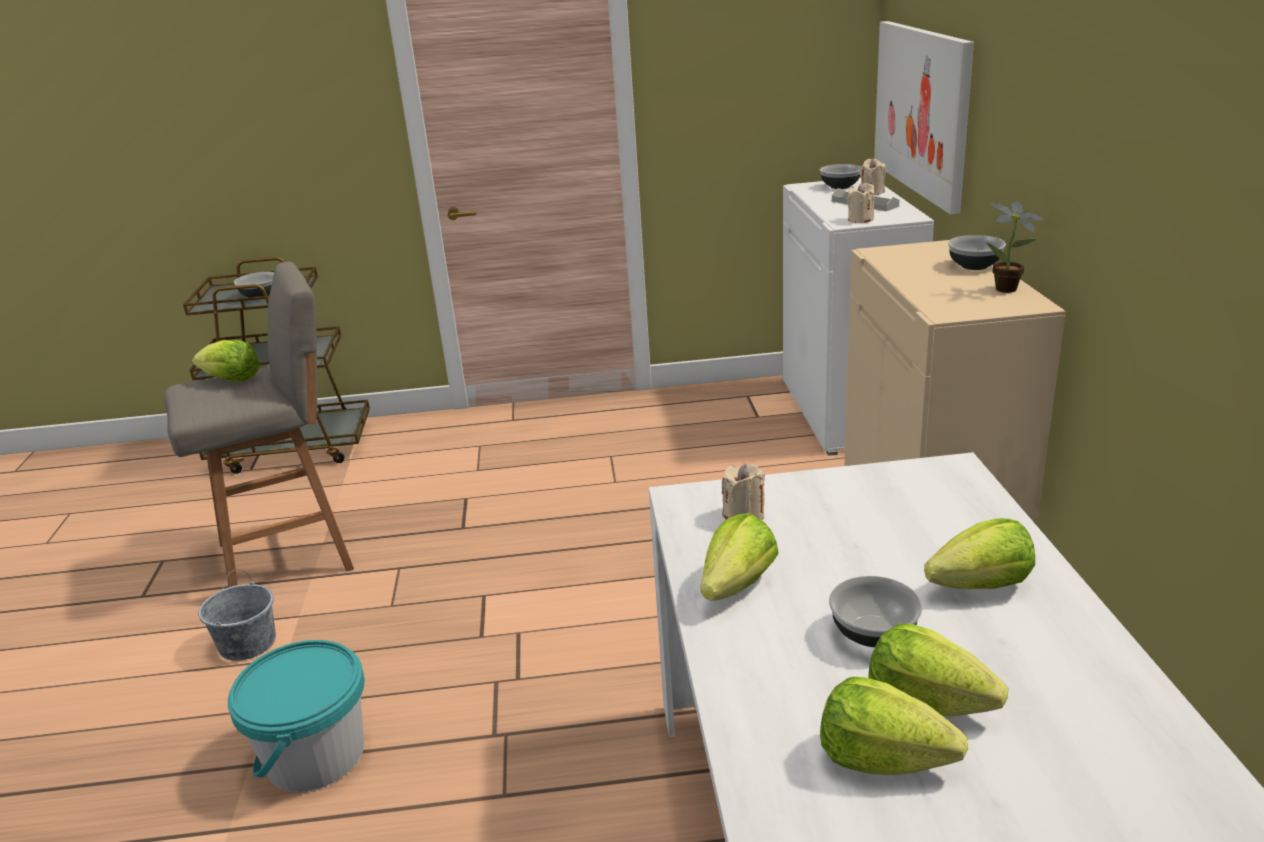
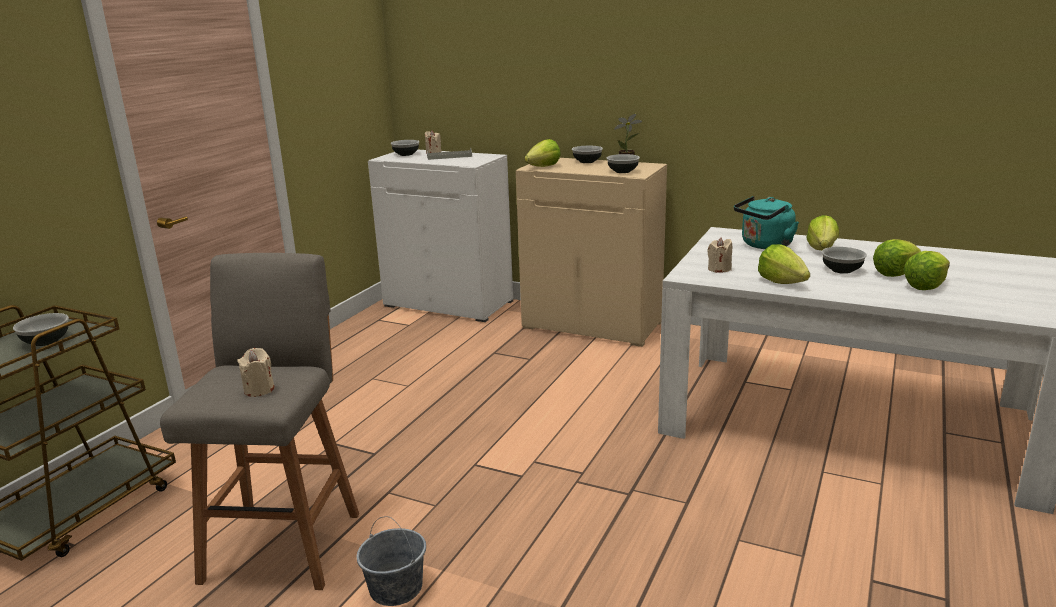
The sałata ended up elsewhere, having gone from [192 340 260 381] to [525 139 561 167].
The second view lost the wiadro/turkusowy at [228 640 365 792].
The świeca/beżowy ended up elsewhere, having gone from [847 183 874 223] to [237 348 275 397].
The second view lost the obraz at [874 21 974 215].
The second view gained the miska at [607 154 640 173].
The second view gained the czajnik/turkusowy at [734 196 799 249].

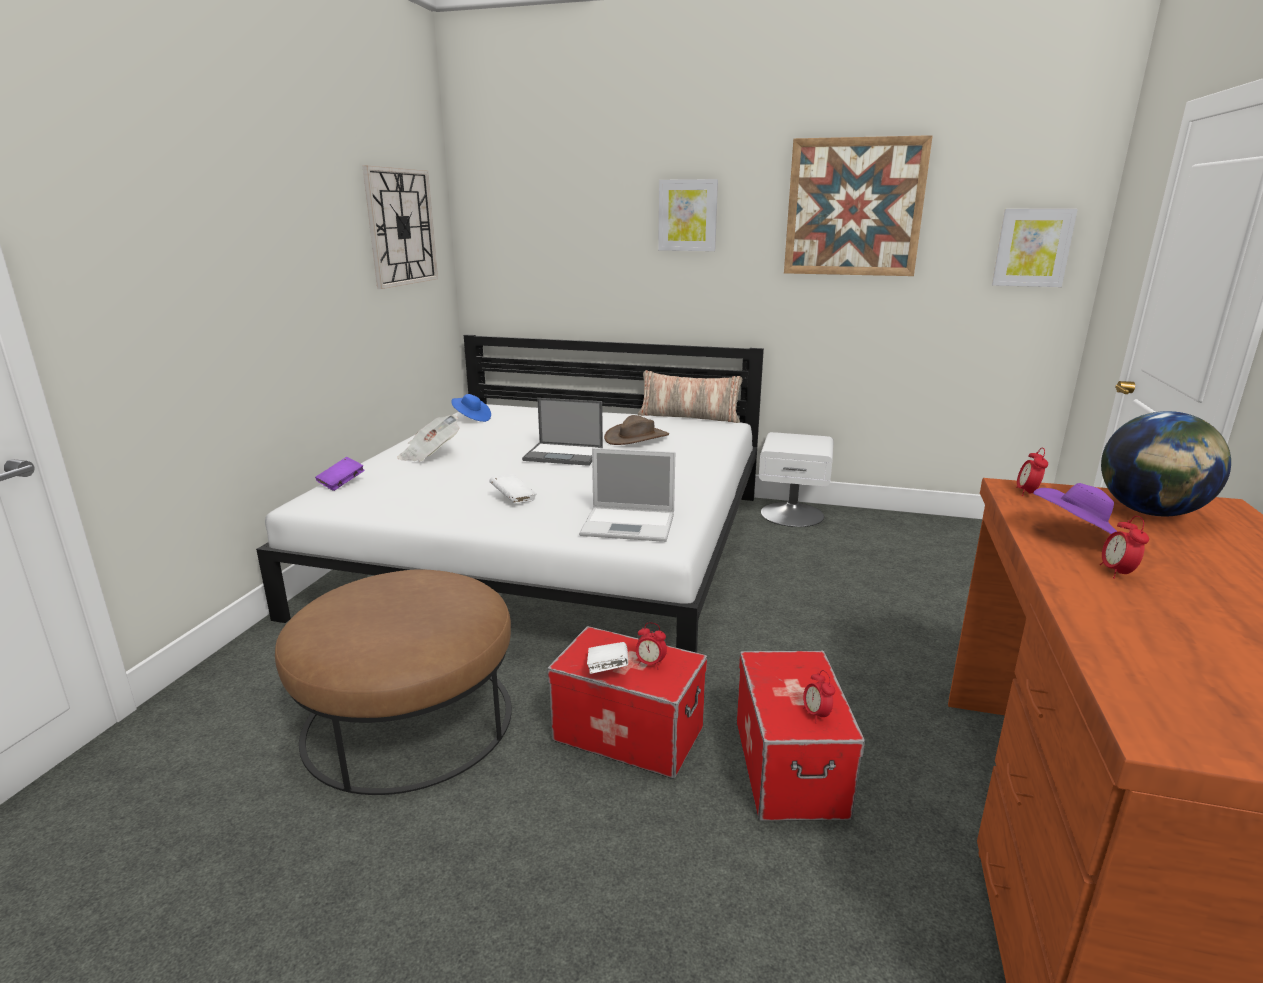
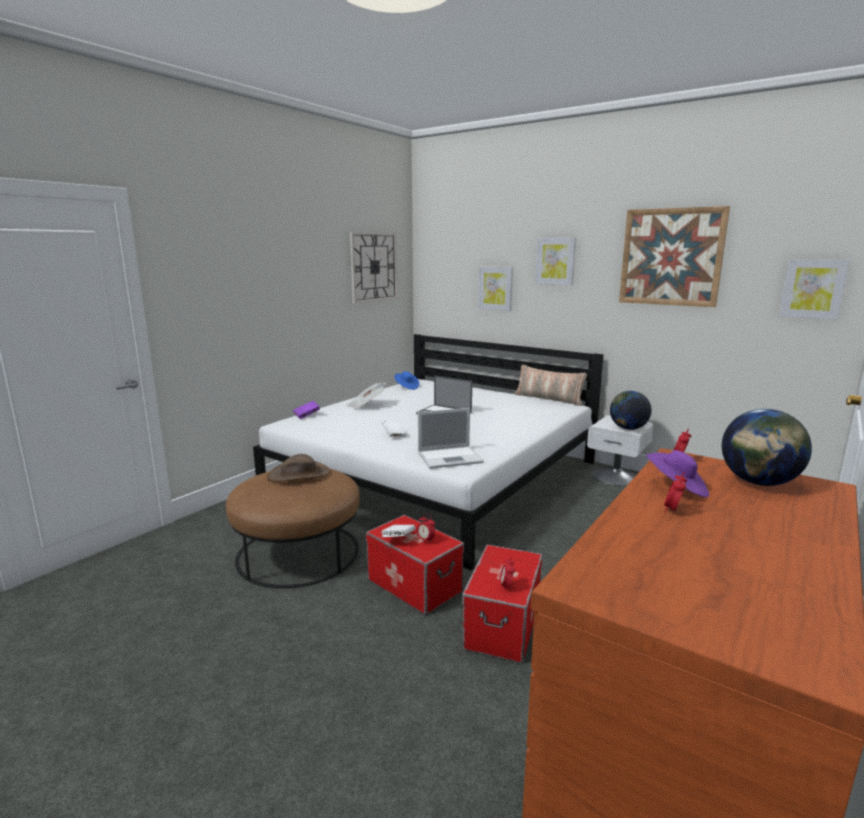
The laptop at [579 448 675 542] ended up facing another way, 45 degrees counterclockwise from before.
The kapelusz/brązowy ended up elsewhere, having gone from [604 415 669 445] to [267 454 331 482].
The second view gained the obraz at [478 266 513 311].
The second view gained the globus at [610 391 652 430].

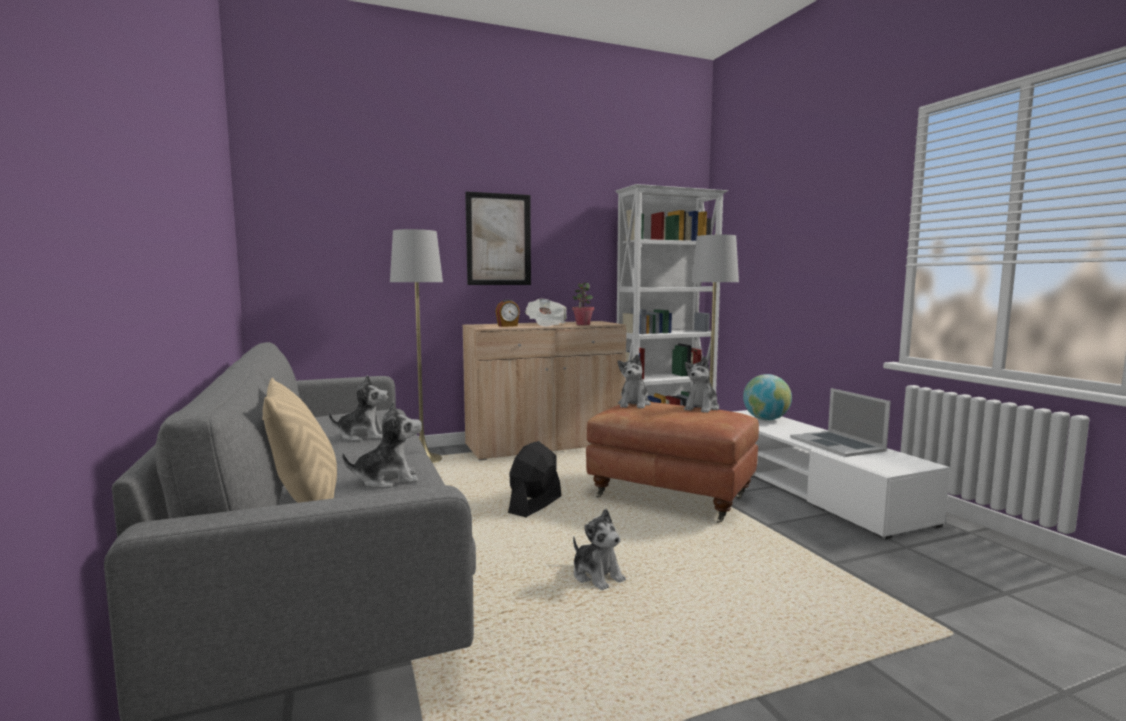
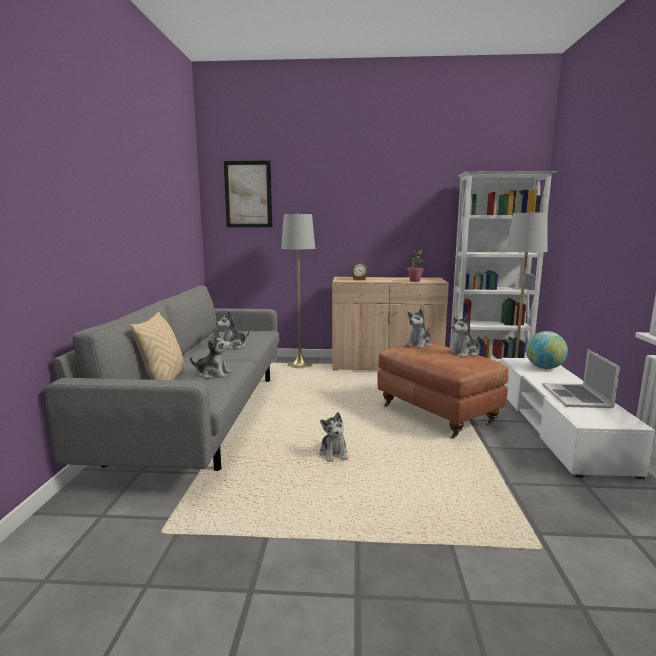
The pluszak at [329 375 388 441] ended up facing another way, 120 degrees clockwise from before.
The obraz ended up elsewhere, having gone from [465 191 531 285] to [224 161 272 227].
The second view lost the wentylator/czarny at [508 441 561 517].
The second view lost the gazeta at [525 299 567 327].

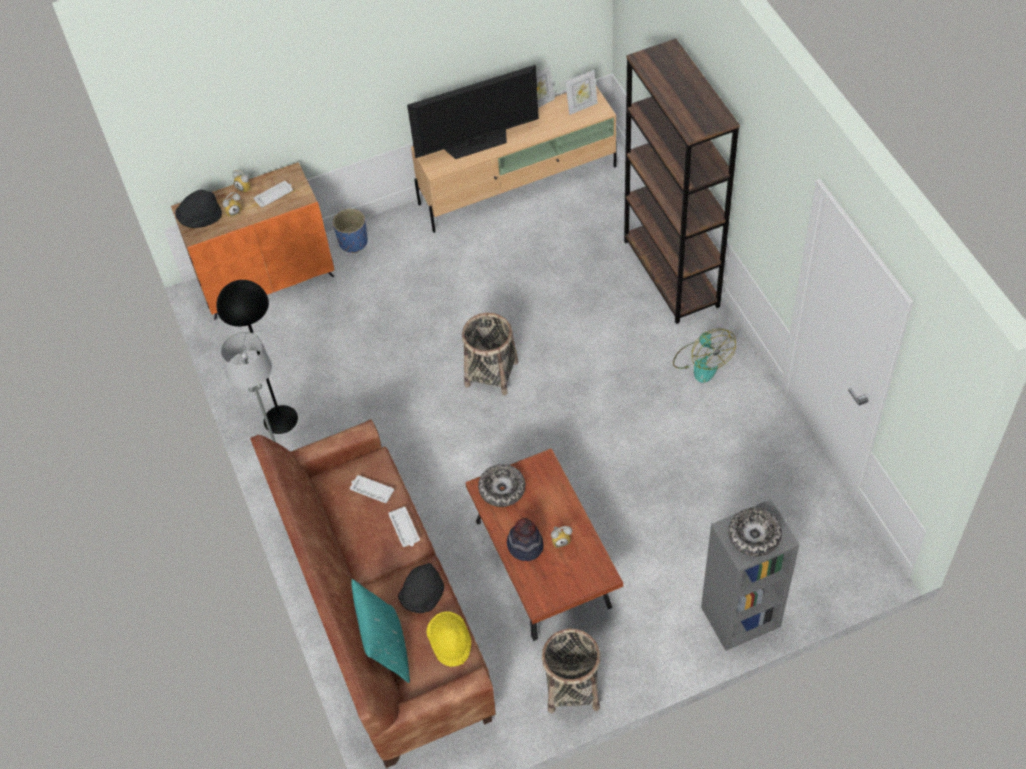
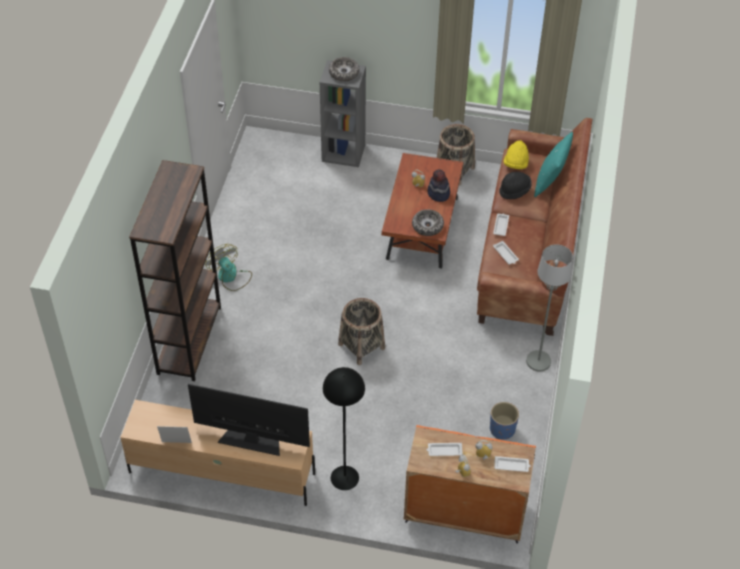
Where the kapelusz/czarny stood at [175 190 222 228], the taca/biały came to stand at [494 456 530 472].
The lampa stojąca/czarny ended up elsewhere, having gone from [216 280 298 434] to [323 367 365 490].
The donica/niebieski ended up elsewhere, having gone from [333 209 368 253] to [490 402 519 440].
The second view lost the ramka na zdjęcie at [565 70 598 115].
The wentylator at [673 328 736 383] ended up facing another way, 45 degrees counterclockwise from before.

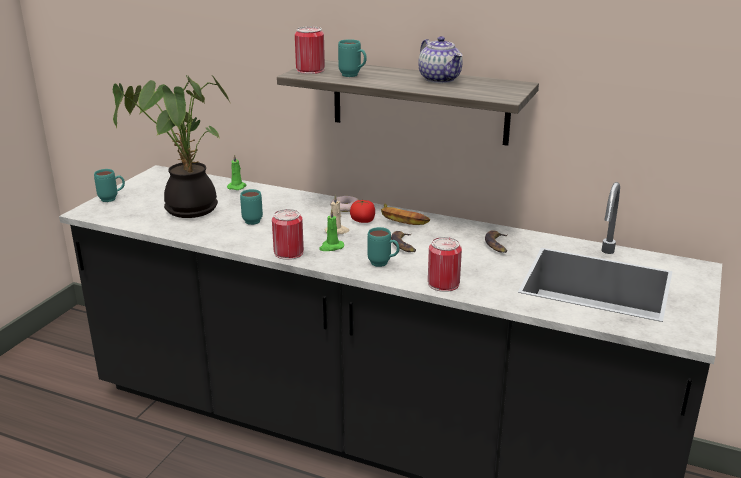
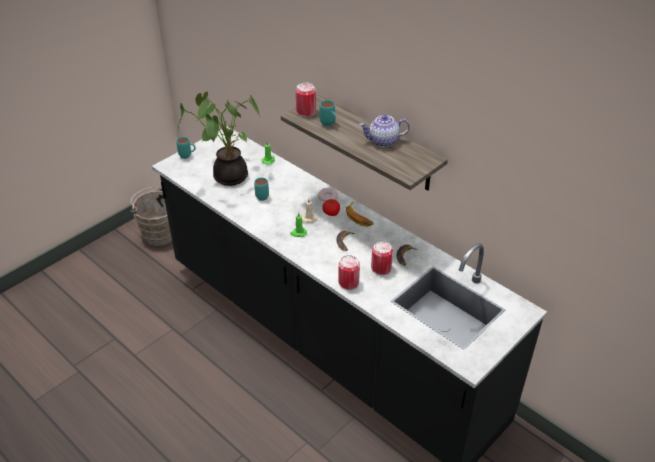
The puszka ended up elsewhere, having gone from [272 209 304 260] to [371 241 393 275].
The second view lost the kubek/turkusowy at [368 227 399 267].
The imbryk at [418 36 463 83] ended up facing another way, 90 degrees clockwise from before.
The second view gained the wiadro/brązowy at [130 187 172 246].

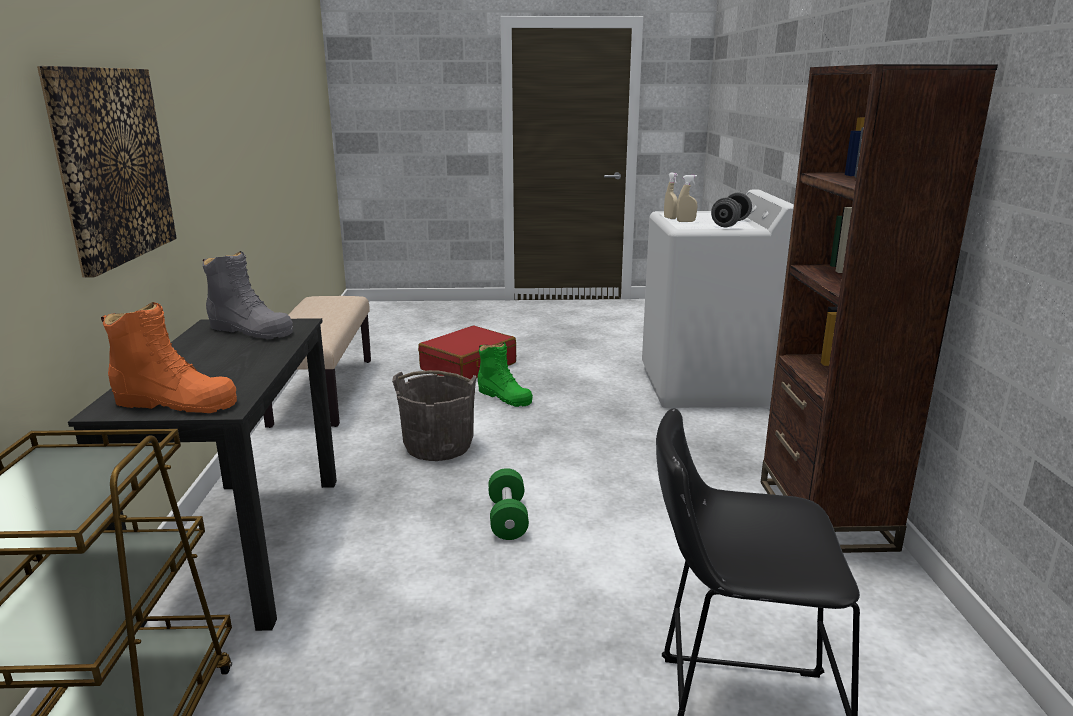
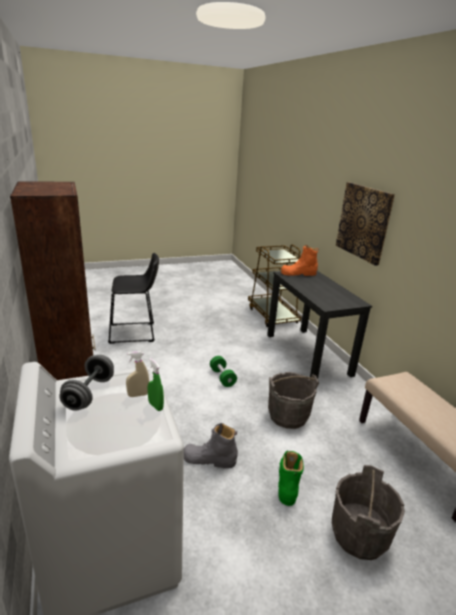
The but z cholewką/szary ended up elsewhere, having gone from [202 251 293 339] to [184 423 238 468].
Where the walizka/czerwony stood at [418 326 516 379], the wiadro/szary came to stand at [332 465 405 560].
The but z cholewką/zielony at [478 342 533 407] ended up facing another way, 75 degrees clockwise from before.
What was the spryskiwacz/beżowy at [664 172 678 219] turned into the spryskiwacz/zielony at [148 358 164 411].

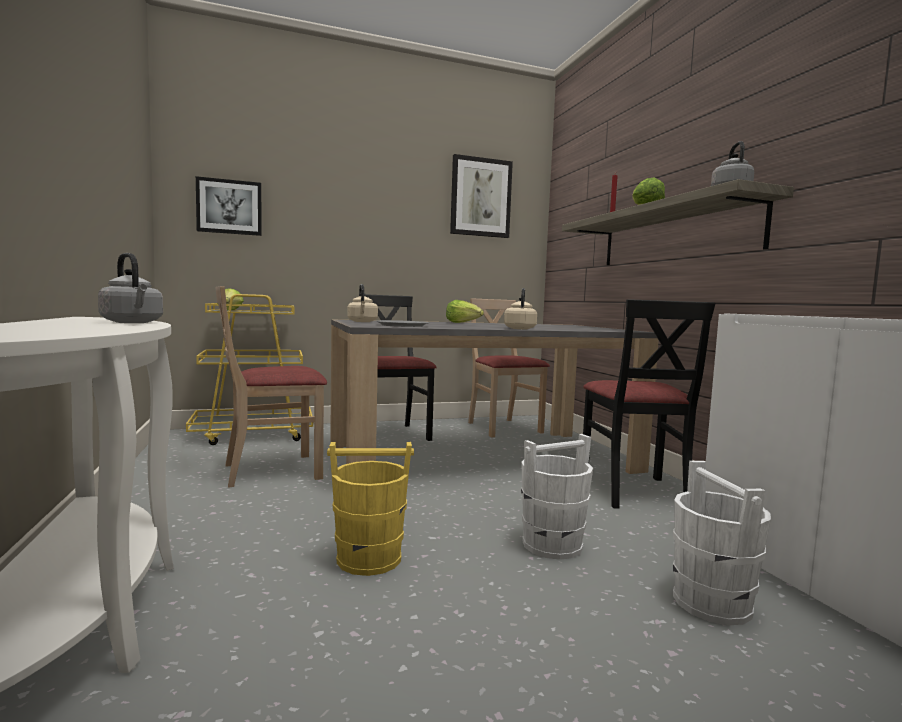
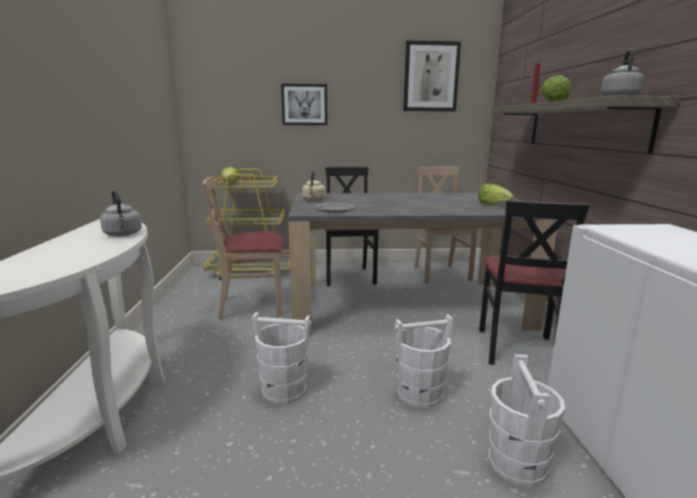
The obraz ended up elsewhere, having gone from [196 176 262 236] to [281 84 327 125].
What was the wiadro/żółty at [327 442 414 576] turned into the wiadro/biały at [252 312 311 404].
The sałata ended up elsewhere, having gone from [446 300 484 323] to [478 183 515 205].
The second view lost the czajnik/beżowy at [504 288 537 329].

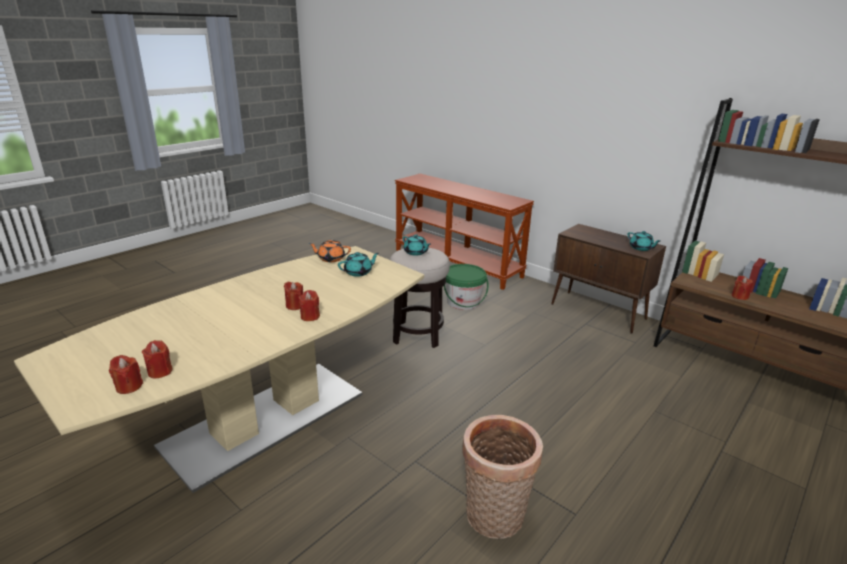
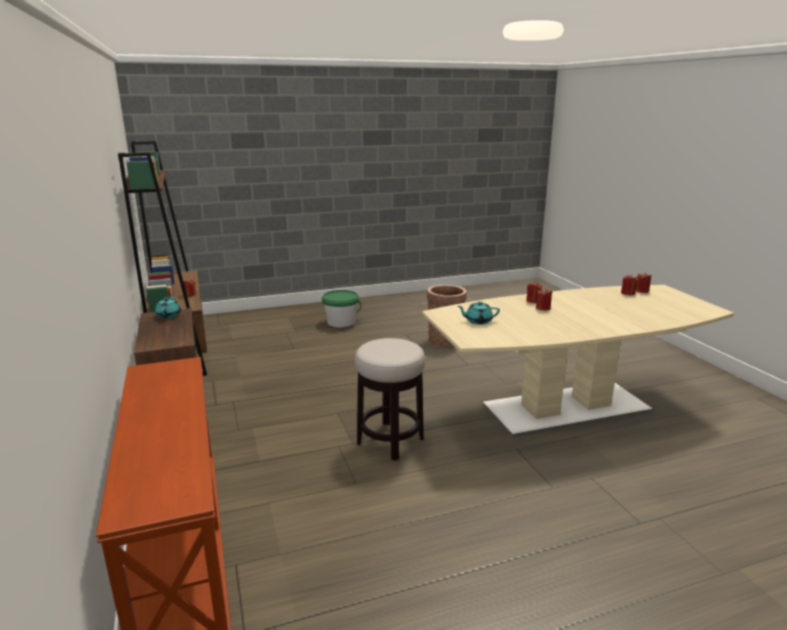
The second view lost the imbryk/pomarańczowy at [309 239 351 262].
The second view lost the imbryk/turkusowy at [402 234 431 256].
The wiadro/zielony ended up elsewhere, having gone from [444 264 488 310] to [322 290 361 328].

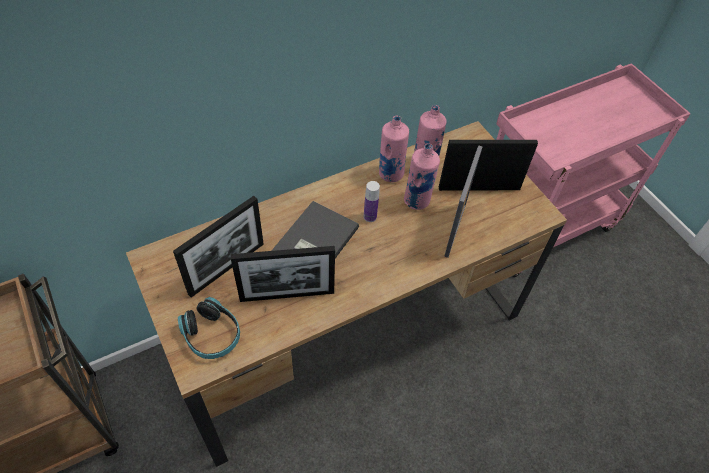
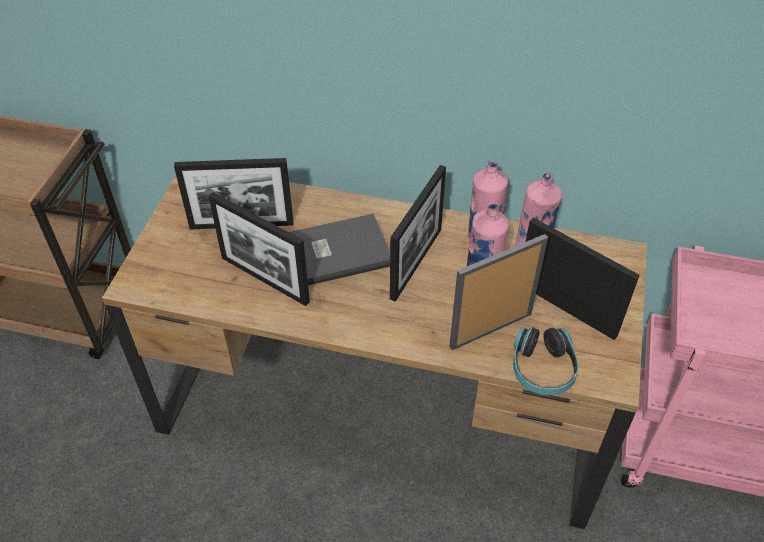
The słuchawki ended up elsewhere, having gone from [178 297 240 359] to [513 327 578 395].
Where the butelka stood at [364 181 380 222], the ramka na zdjęcie came to stand at [390 165 446 302].

